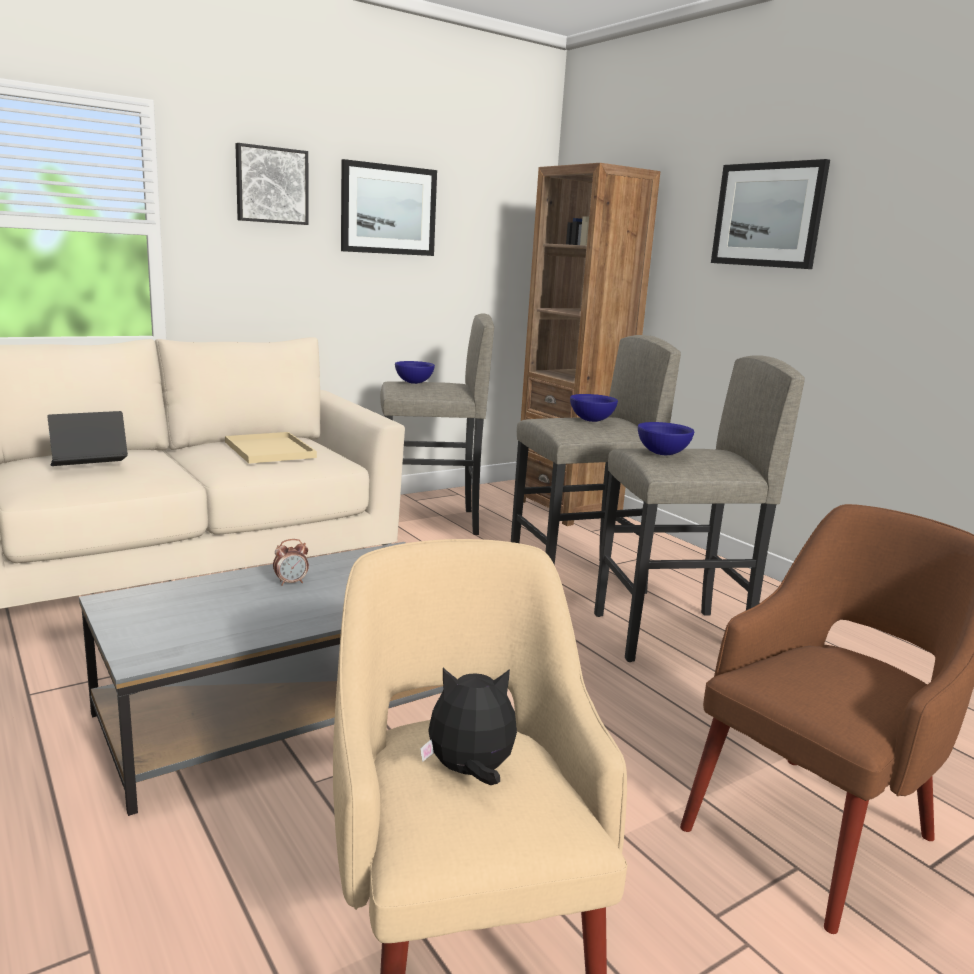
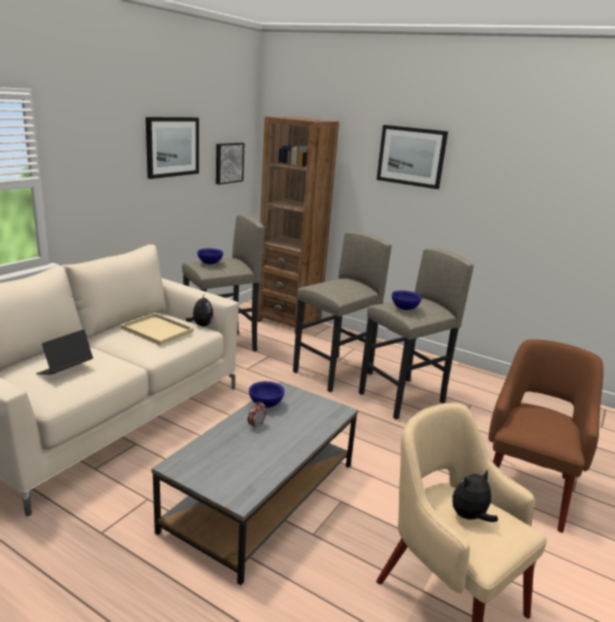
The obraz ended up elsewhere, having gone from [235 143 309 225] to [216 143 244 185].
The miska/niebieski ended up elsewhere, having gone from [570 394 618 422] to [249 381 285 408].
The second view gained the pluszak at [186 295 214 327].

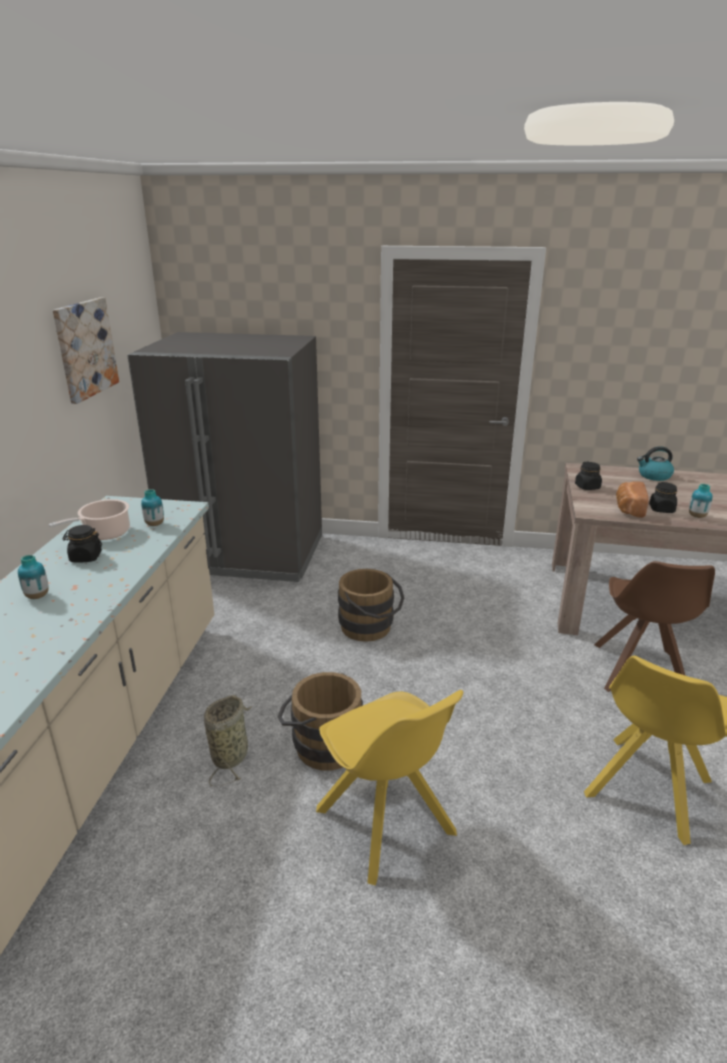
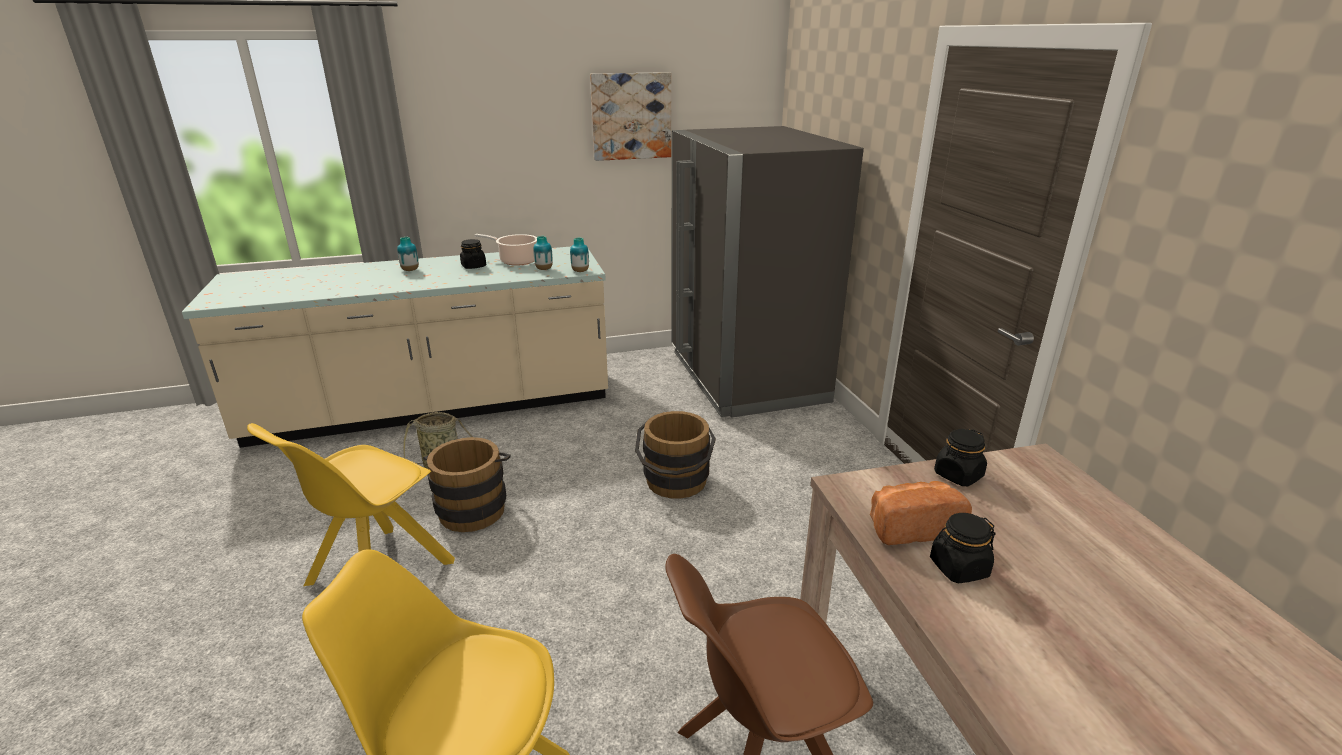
The second view lost the czajnik at [637 446 674 481].
The wazon ended up elsewhere, having gone from [689 484 712 518] to [570 238 589 272].

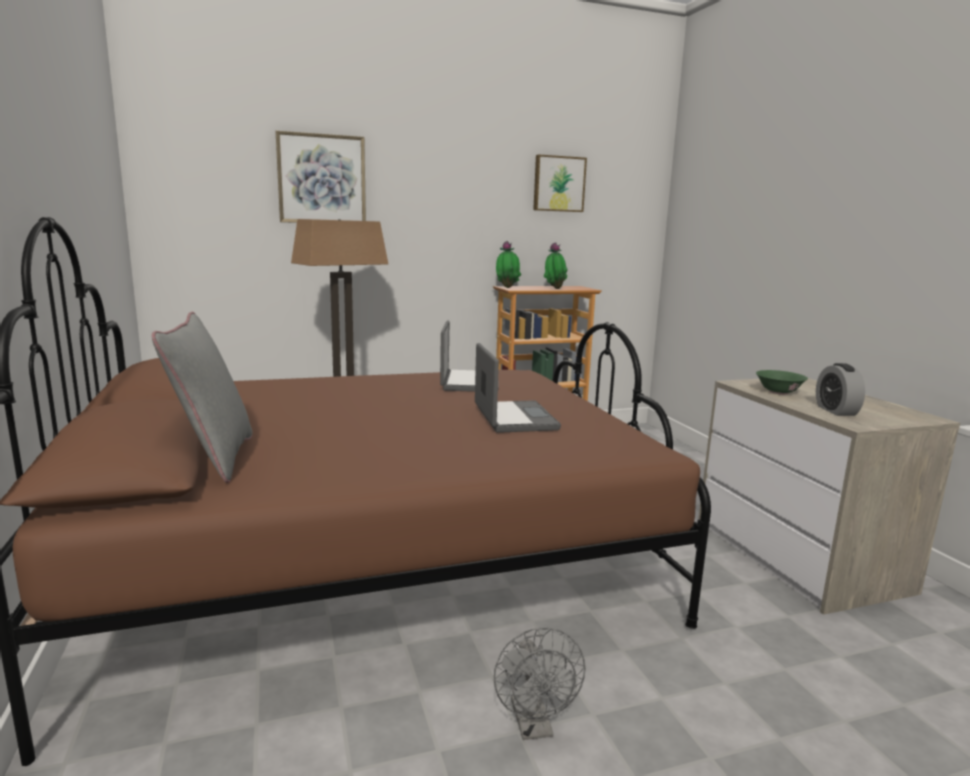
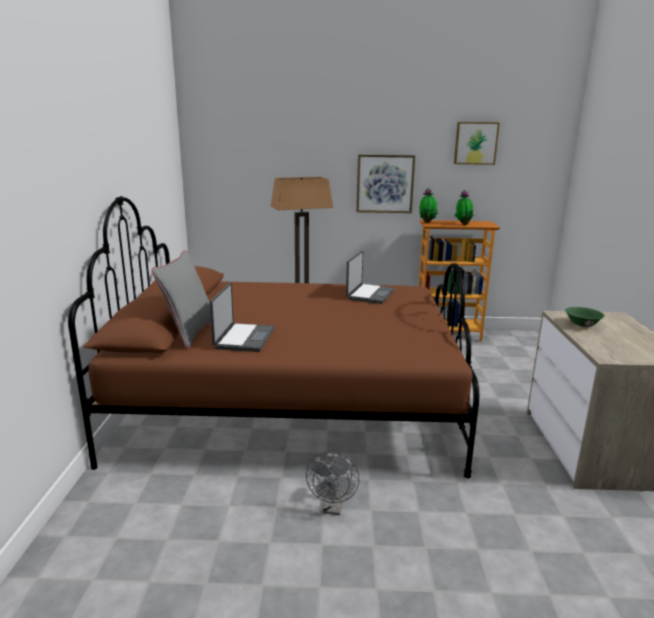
The obraz ended up elsewhere, having gone from [275 131 366 223] to [356 154 415 213].
The laptop ended up elsewhere, having gone from [475 343 561 433] to [210 283 275 352].
The second view lost the budzik at [816 363 865 416].

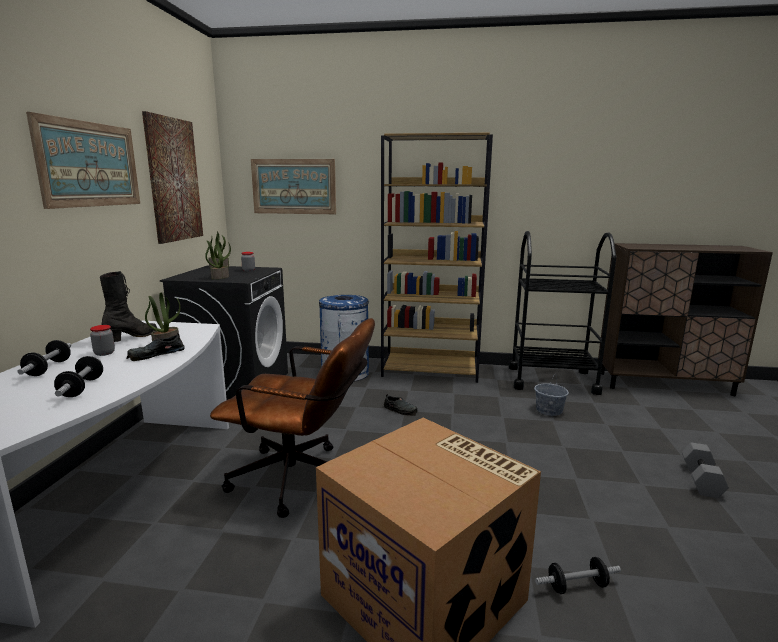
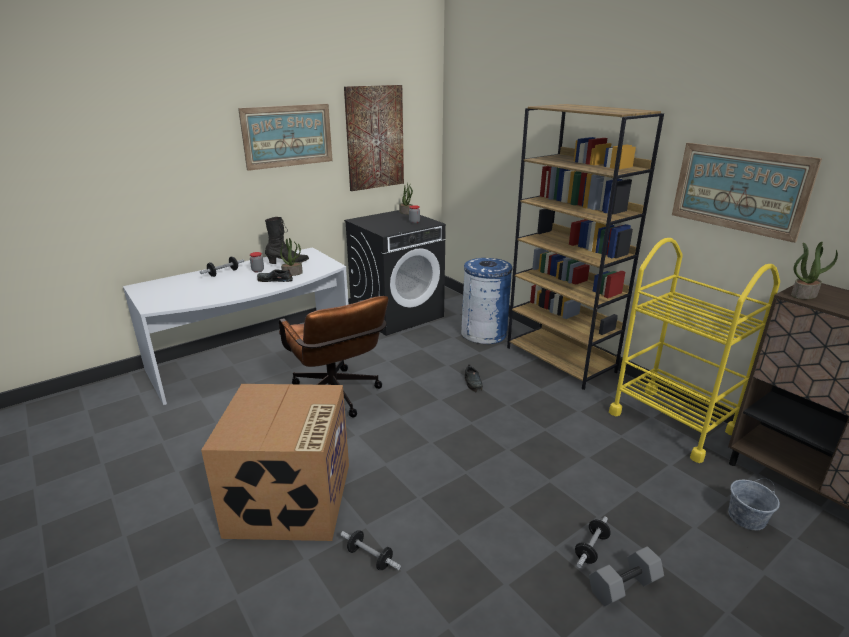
The hantel ended up elsewhere, having gone from [54 356 103 397] to [575 517 611 568].
The roślina doniczkowa ended up elsewhere, having gone from [205 237 231 280] to [791 242 838 299].
The obraz ended up elsewhere, having gone from [251 159 336 214] to [672 143 822 243].
What was the wózek/czarny at [509 231 616 395] turned into the wózek/żółty at [609 238 780 463].
The wiadro/szary ended up elsewhere, having gone from [534 374 569 416] to [728 478 780 530].

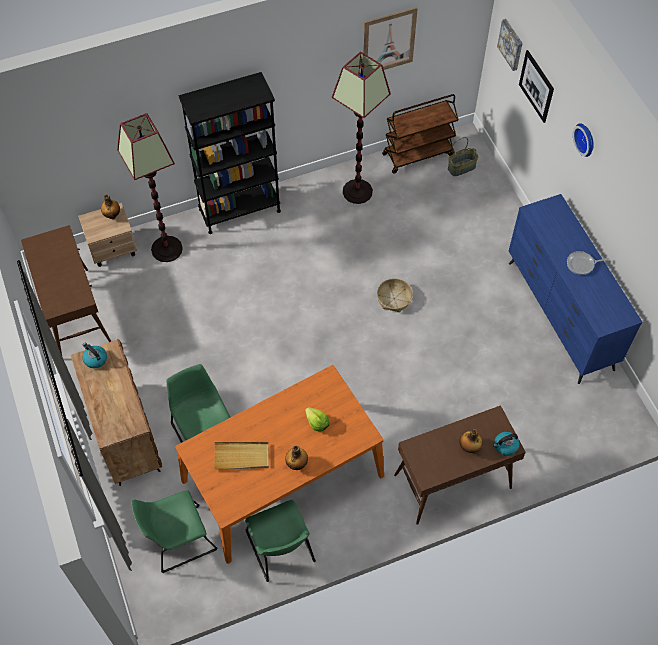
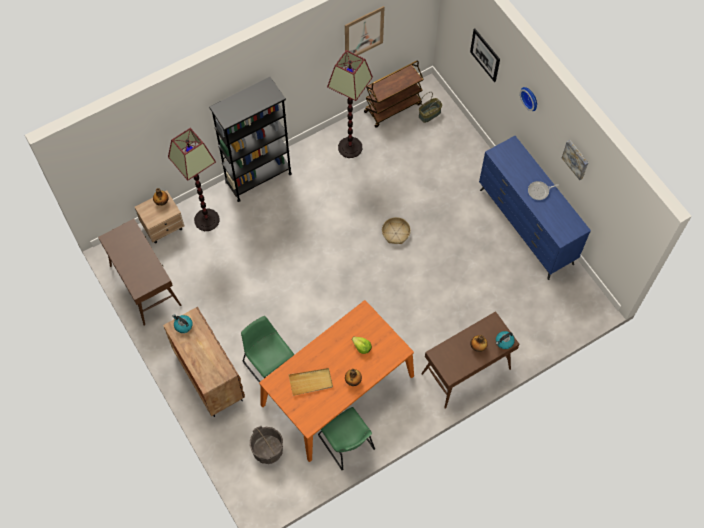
Where the krzesło/zielony stood at [131 490 218 573], the wiadro/szary came to stand at [250 426 283 464].
The obraz ended up elsewhere, having gone from [497 19 523 71] to [562 140 588 180].

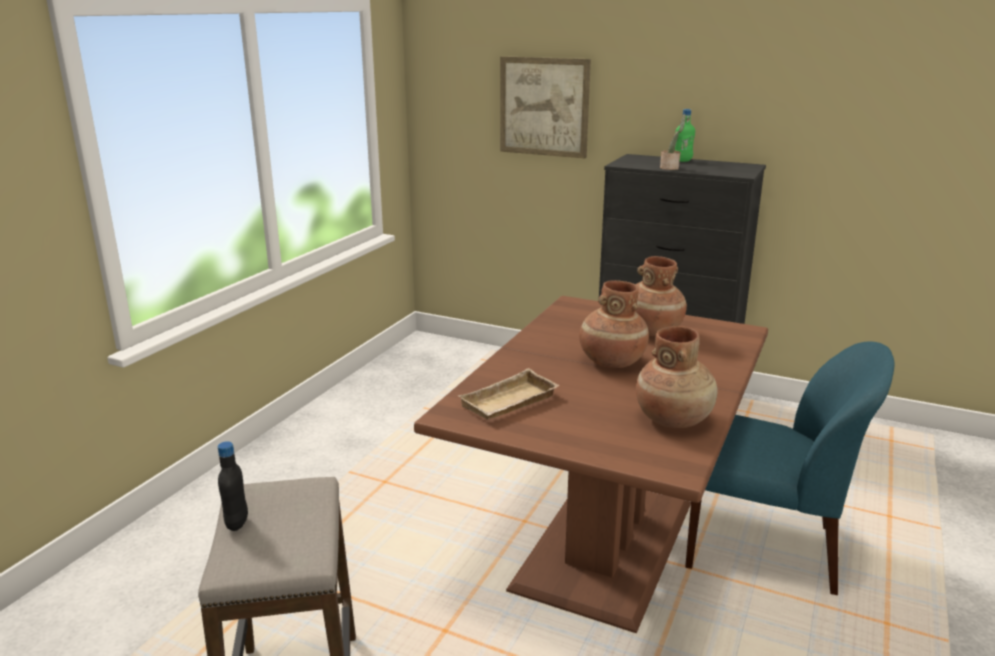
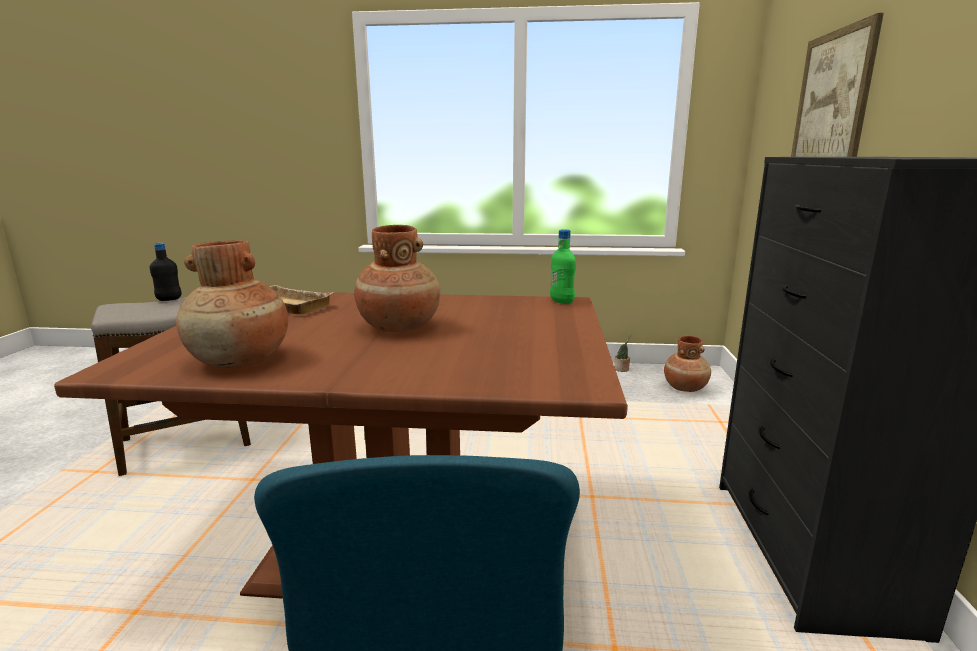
The wazon/brązowy ended up elsewhere, having gone from [635 256 687 336] to [664 336 711 392].
The roślina doniczkowa ended up elsewhere, having gone from [660 114 686 170] to [614 333 632 372].
The butelka/zielony ended up elsewhere, having gone from [675 109 695 162] to [550 229 576 304].

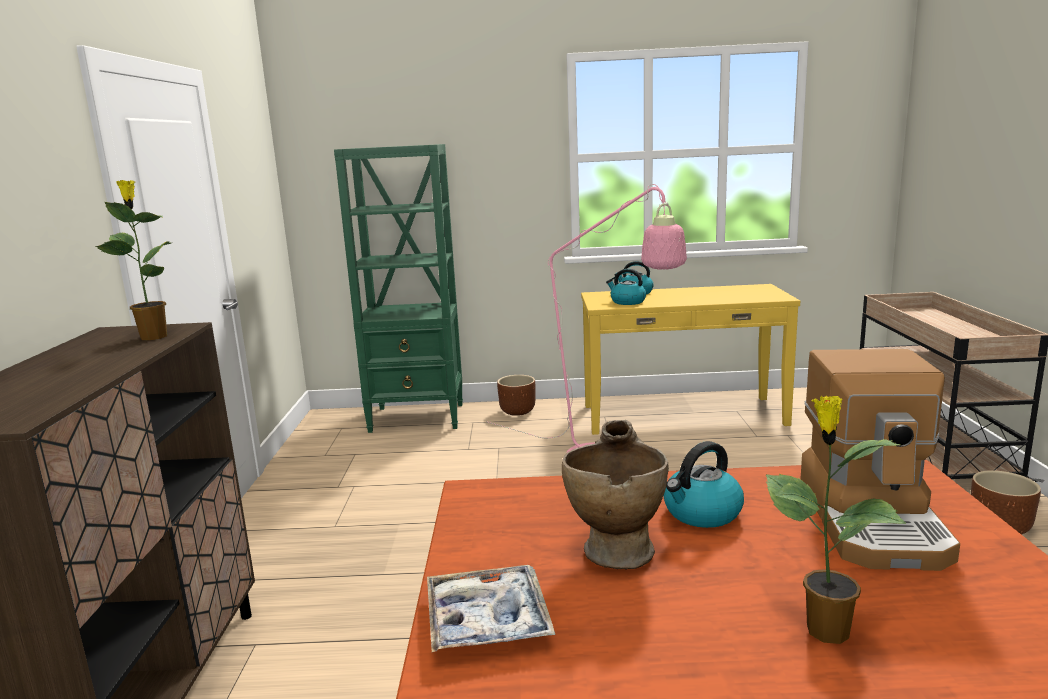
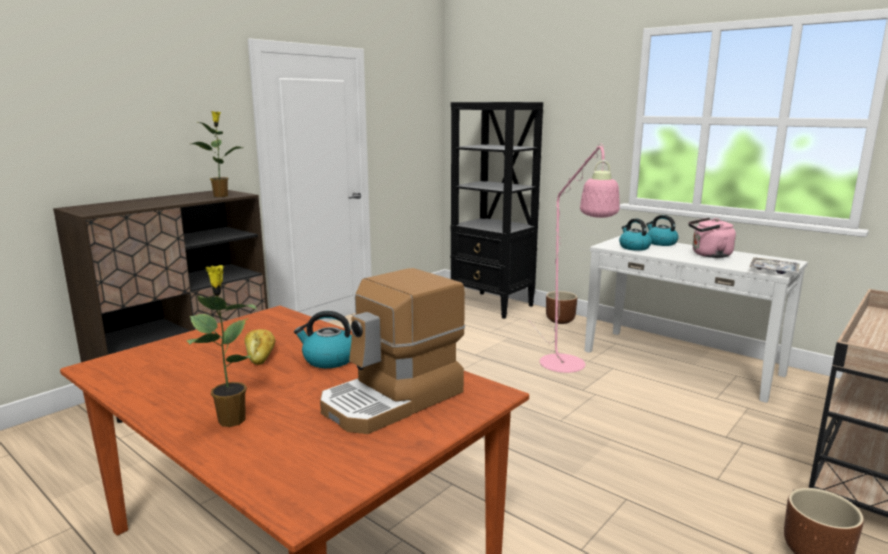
What was the regał/zielony at [334 144 463 433] turned into the regał/czarny at [450 102 543 319].
The taca ended up elsewhere, having gone from [427 565 555 652] to [749 257 800 274].
Where the wazon/beżowy stood at [562 420 669 569], the chleb came to stand at [245 329 275 365].
What was the stolik konsolowy/żółty at [581 284 800 435] turned into the stolik konsolowy/biały at [585 236 808 403].
The second view gained the czajnik/różowy at [688 218 736 258].

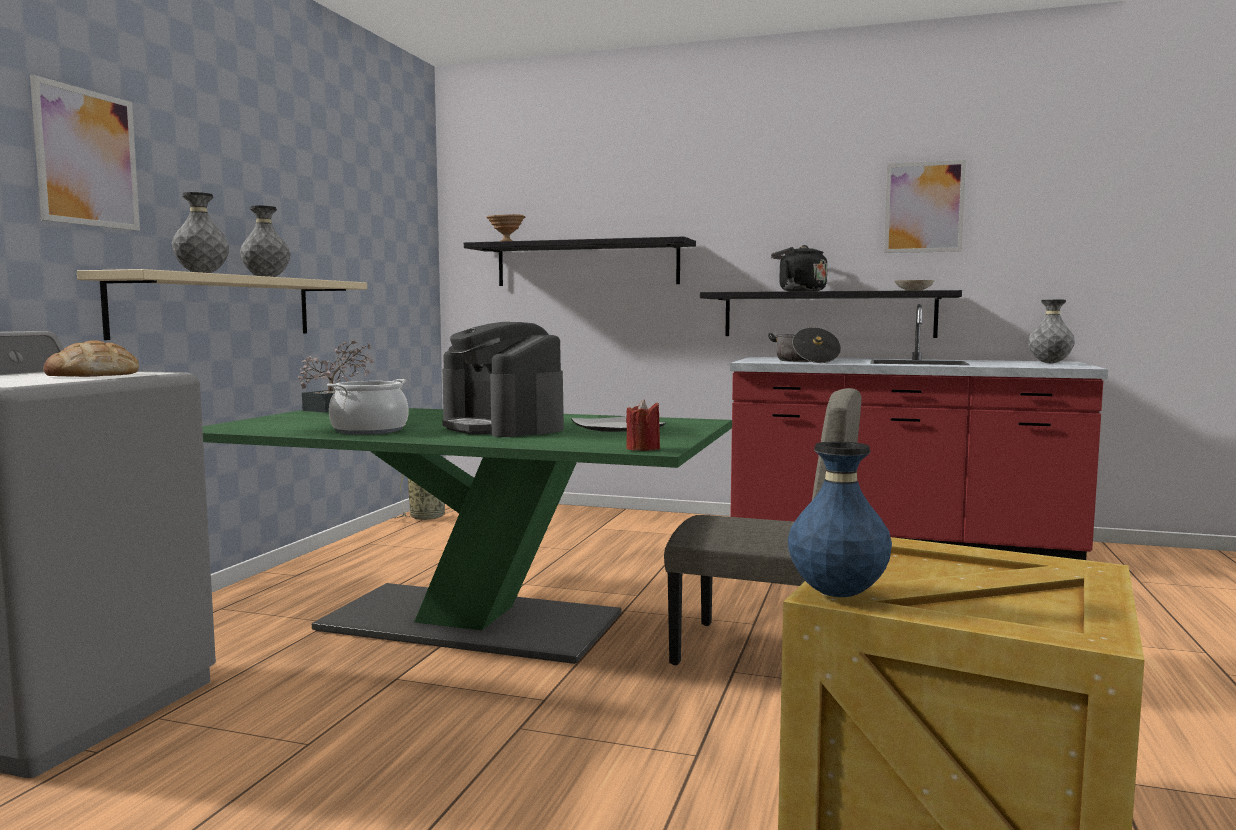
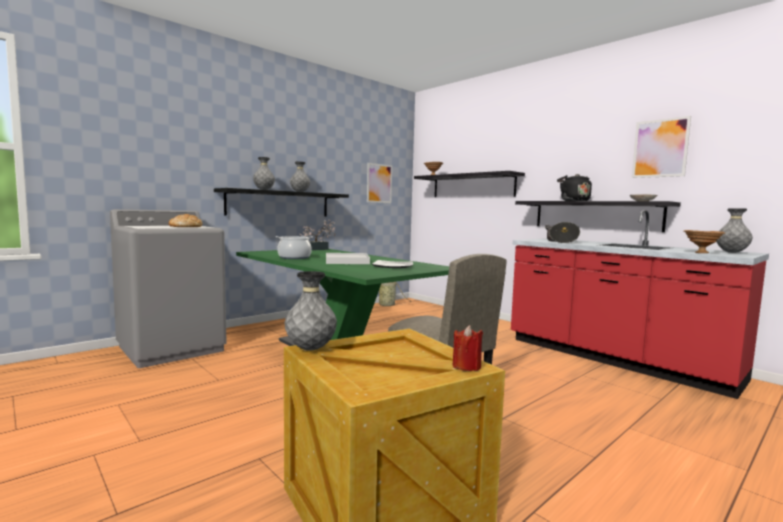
The obraz ended up elsewhere, having gone from [30 75 140 231] to [367 163 392 203].
What was the półka/beżowy at [77 269 367 340] turned into the półka/czarny at [214 188 349 217].
Where the ekspres do kawy stood at [442 322 564 437], the taca/biały came to stand at [326 253 370 264].
The świeca/czerwony ended up elsewhere, having gone from [626 399 660 451] to [453 325 483 371].
What was the wazon/niebieski at [788 441 892 597] turned into the wazon/szary at [285 271 337 350].
The second view gained the miska/brązowy at [683 230 725 253].

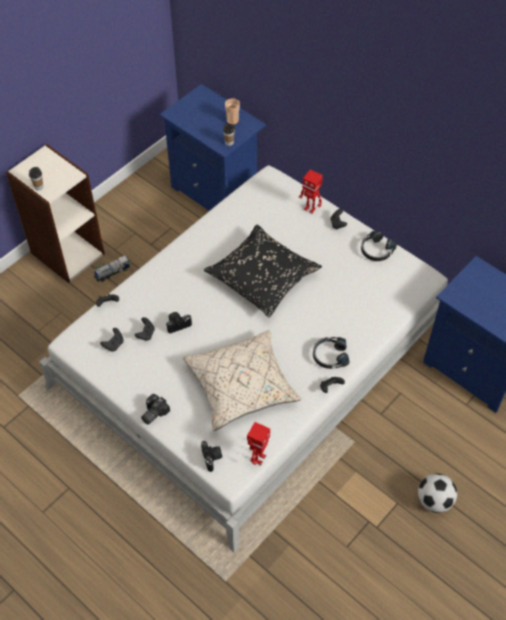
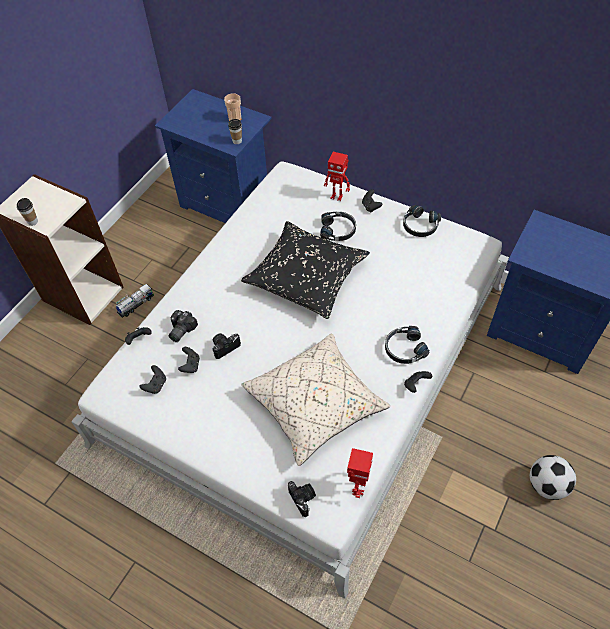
The aparat fotograficzny ended up elsewhere, having gone from [141 394 170 425] to [169 310 198 342].
The second view gained the słuchawki/czarny at [320 212 356 241].

